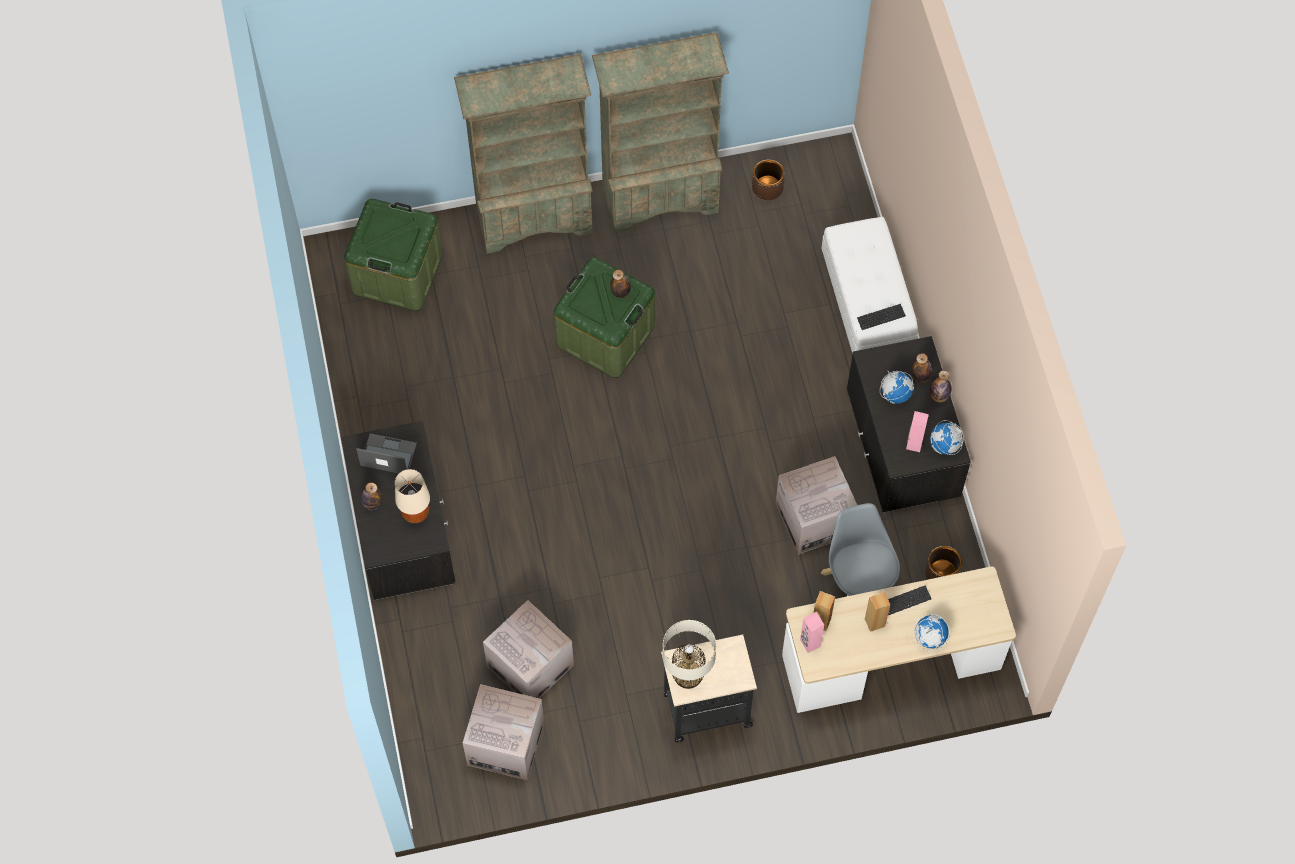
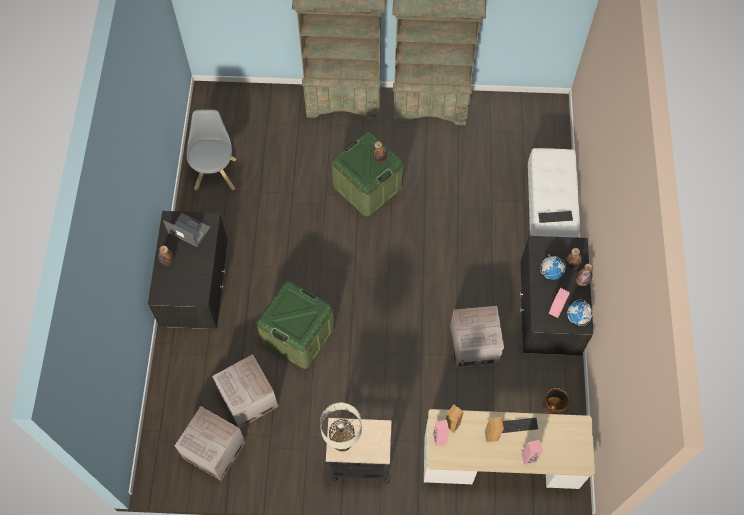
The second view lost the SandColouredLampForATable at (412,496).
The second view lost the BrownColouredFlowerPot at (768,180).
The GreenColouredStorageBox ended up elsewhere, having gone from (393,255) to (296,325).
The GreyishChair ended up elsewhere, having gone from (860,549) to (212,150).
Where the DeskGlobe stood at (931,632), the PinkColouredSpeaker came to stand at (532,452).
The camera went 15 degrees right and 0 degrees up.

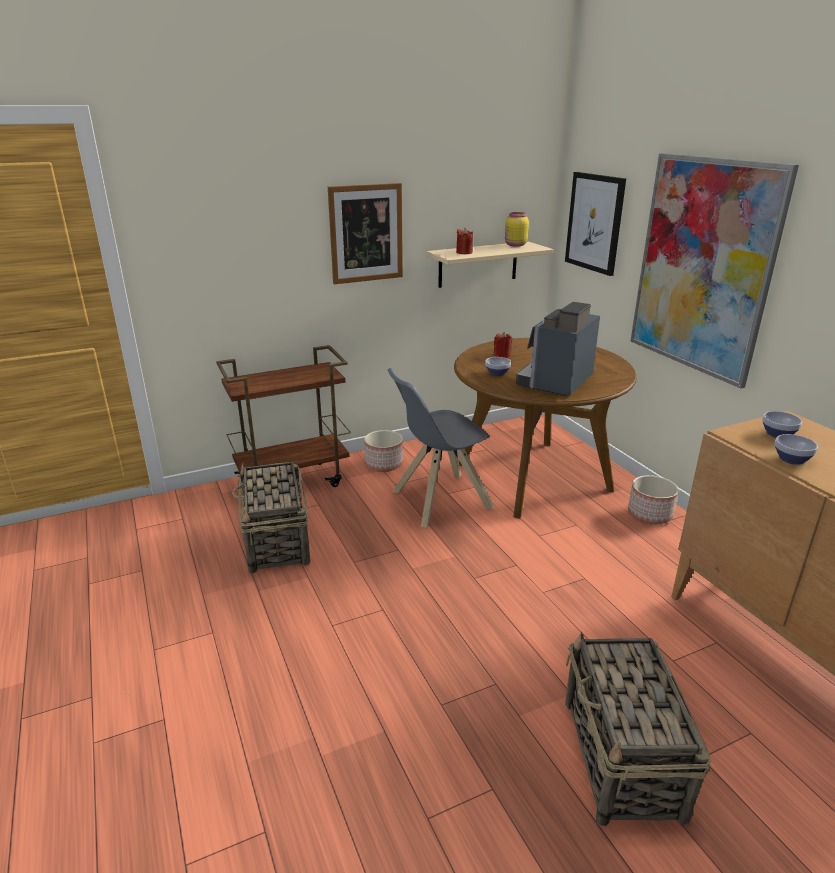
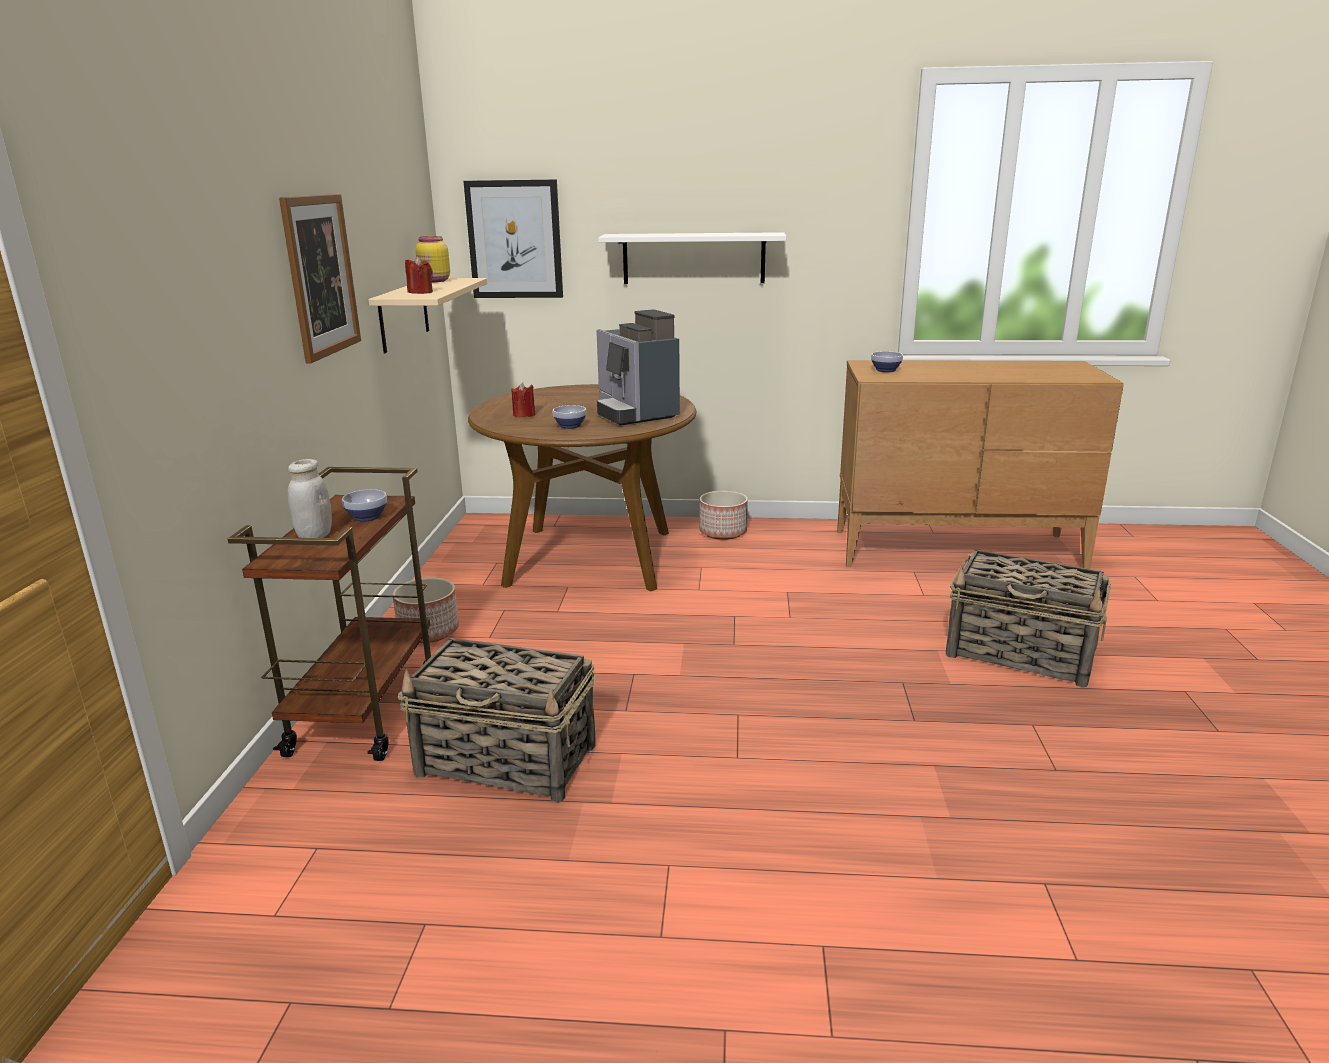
The second view lost the GreyishChair at (441,448).
The second view gained the WhitishStorageJar at (310,498).
The DeepDish ended up elsewhere, having gone from (796,449) to (364,505).
Where the WallArt hung at (715,270), the WhitishShelf came to hang at (692,258).
The camera went 60 degrees left and 5 degrees down.

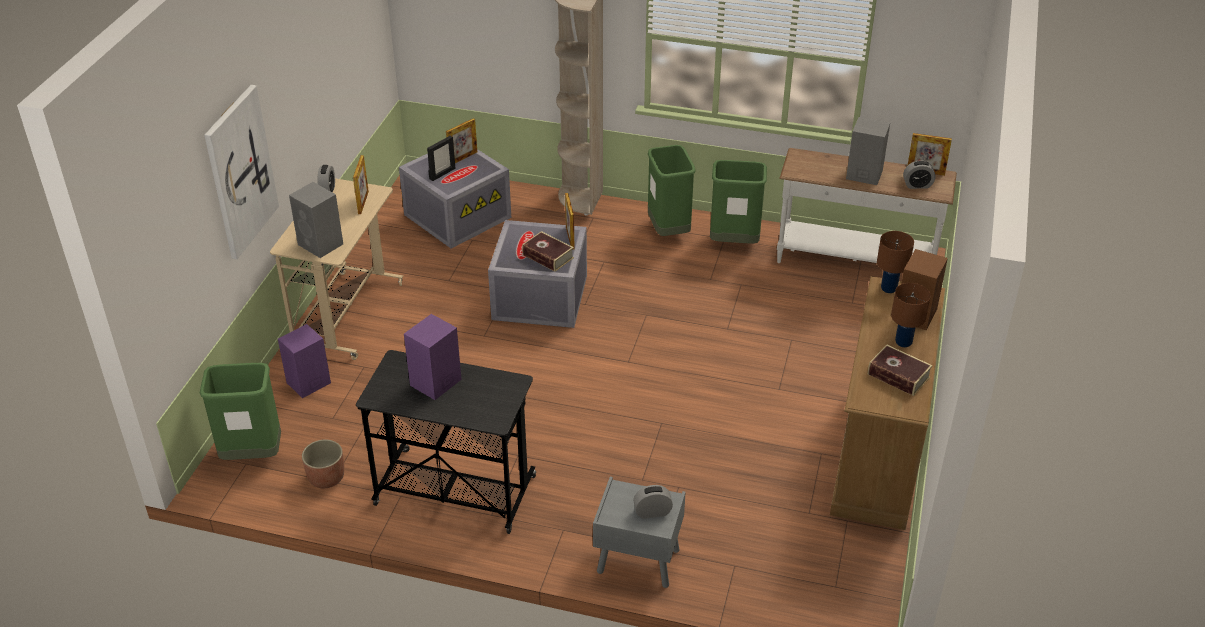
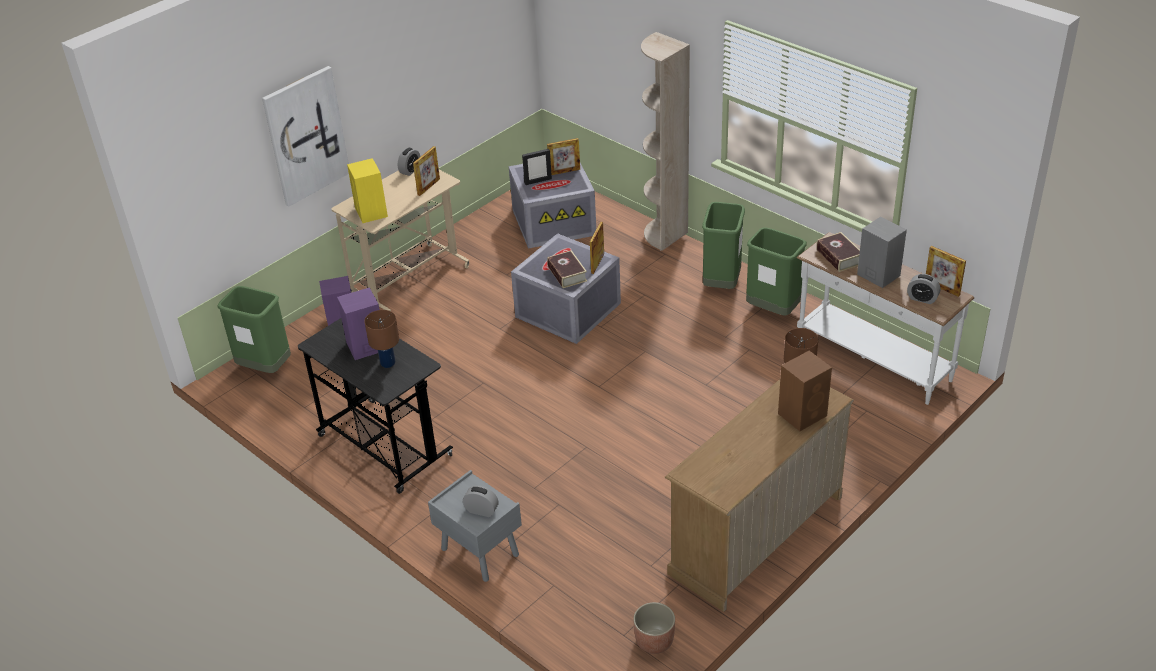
The FlowerPot ended up elsewhere, having gone from (323,463) to (654,628).
The BoundBook ended up elsewhere, having gone from (900,370) to (838,252).
The BrownColouredLampForATable ended up elsewhere, having gone from (911,315) to (381,339).
What was the GreyishSpeaker at (316,220) turned into the YellowSpeaker at (367,190).
The camera went 30 degrees right and 0 degrees up.

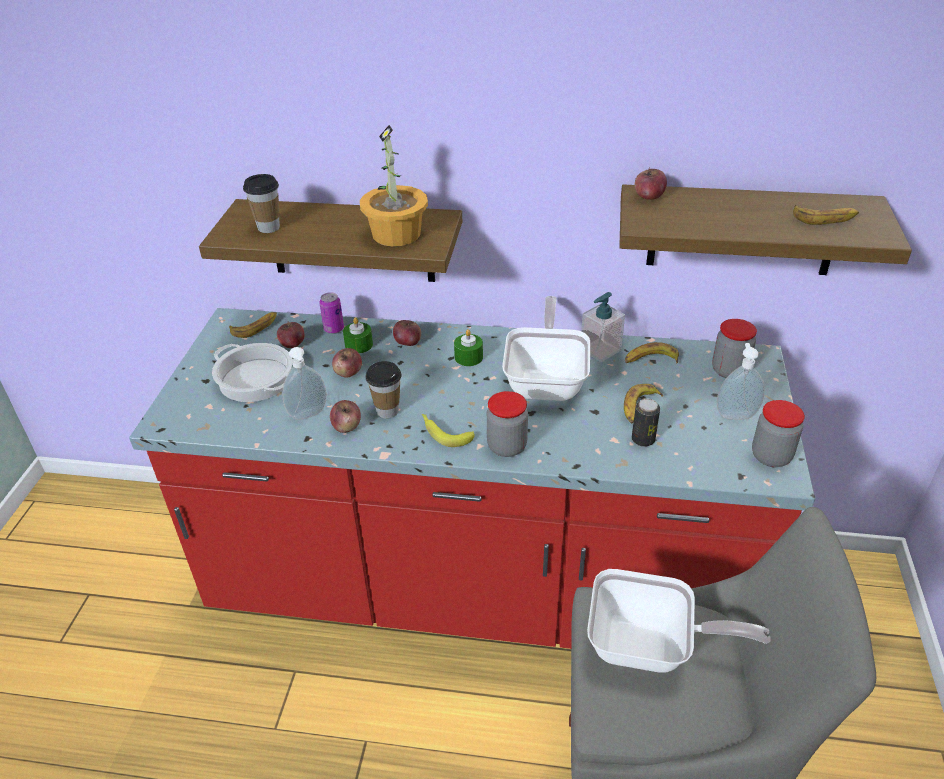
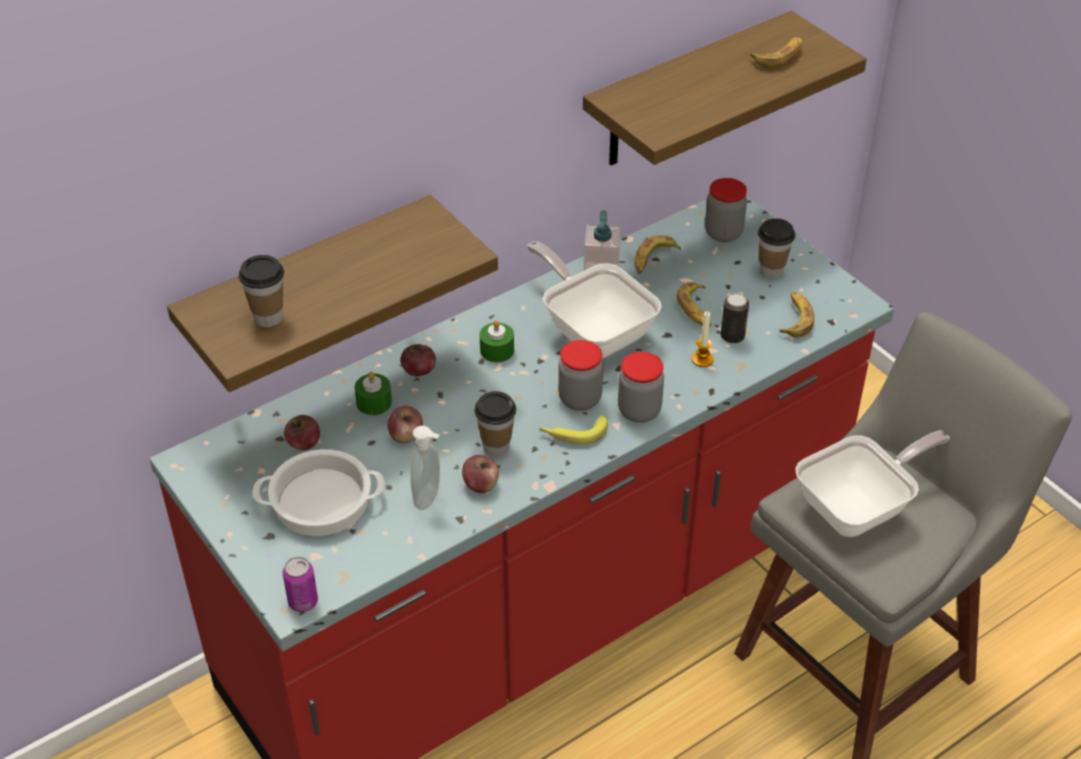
The second view lost the PlantInAPot at (394,186).
The second view lost the WholeApple at (651,183).
The second view gained the Candle at (702,339).
The BananaFruit ended up elsewhere, having gone from (253,325) to (796,315).
The MetalCan ended up elsewhere, having gone from (331,313) to (300,584).
The StorageJar ended up elsewhere, having gone from (778,433) to (580,375).
Where the LiquidSoapBottle stood at (741,381), the Cup came to stand at (776,248).
The camera went 45 degrees left and 5 degrees up.

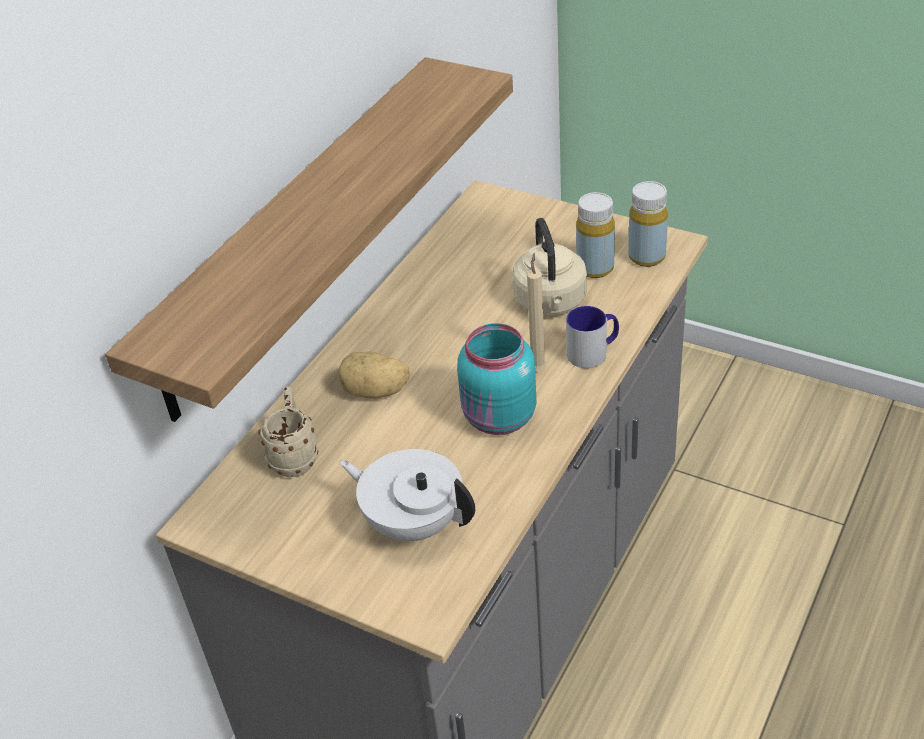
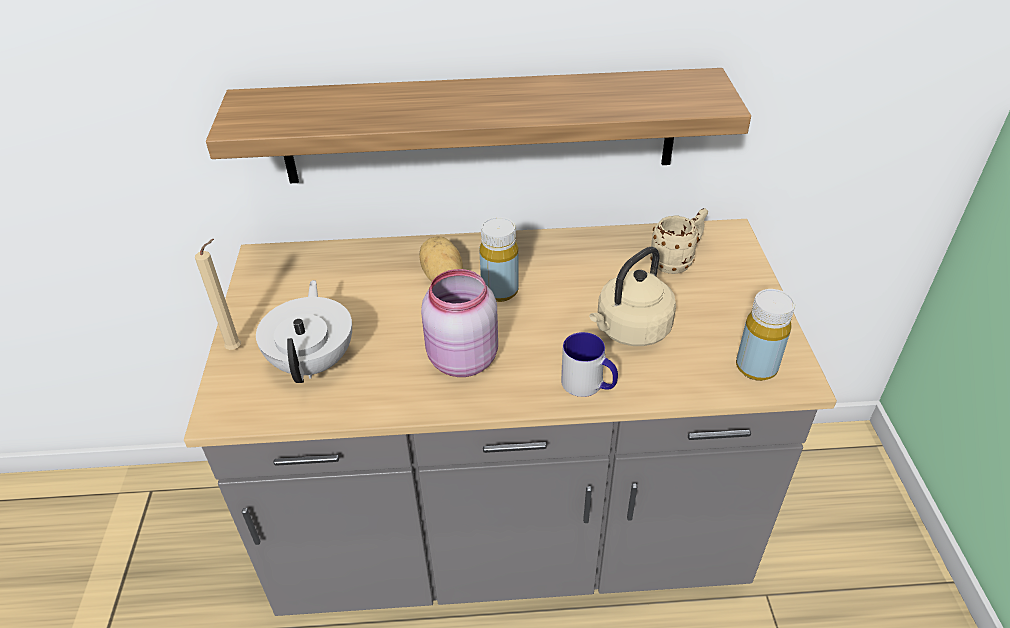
The SandColouredCoffeeMug ended up elsewhere, having gone from (288,432) to (679,241).
The SandColouredCandle ended up elsewhere, having gone from (536,312) to (218,294).
The YellowDrinkBottle ended up elsewhere, having gone from (595,235) to (499,259).
What was the TurquoiseStorageJar at (496,379) turned into the PinkColouredStorageJar at (459,323).
The camera went 55 degrees right and 0 degrees up.

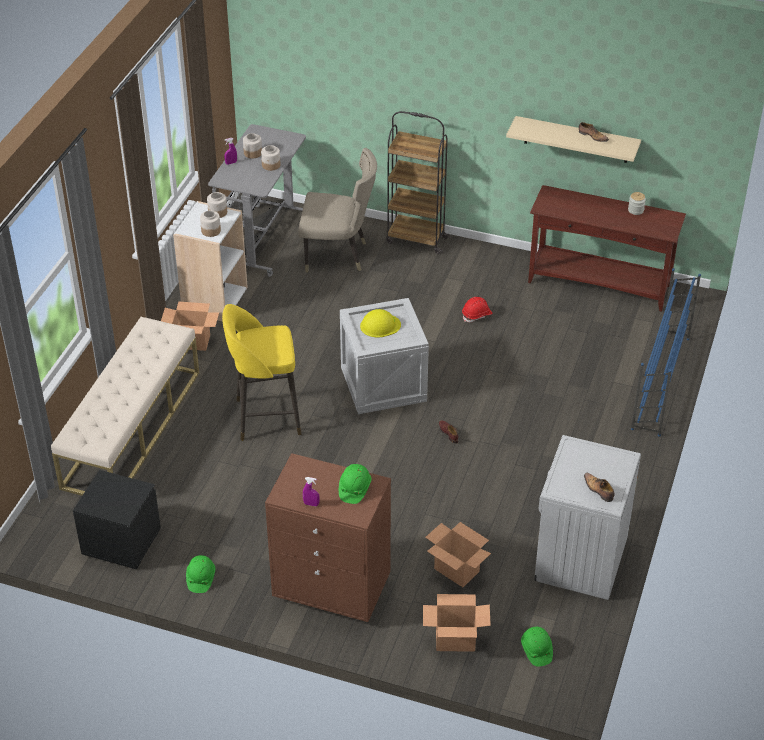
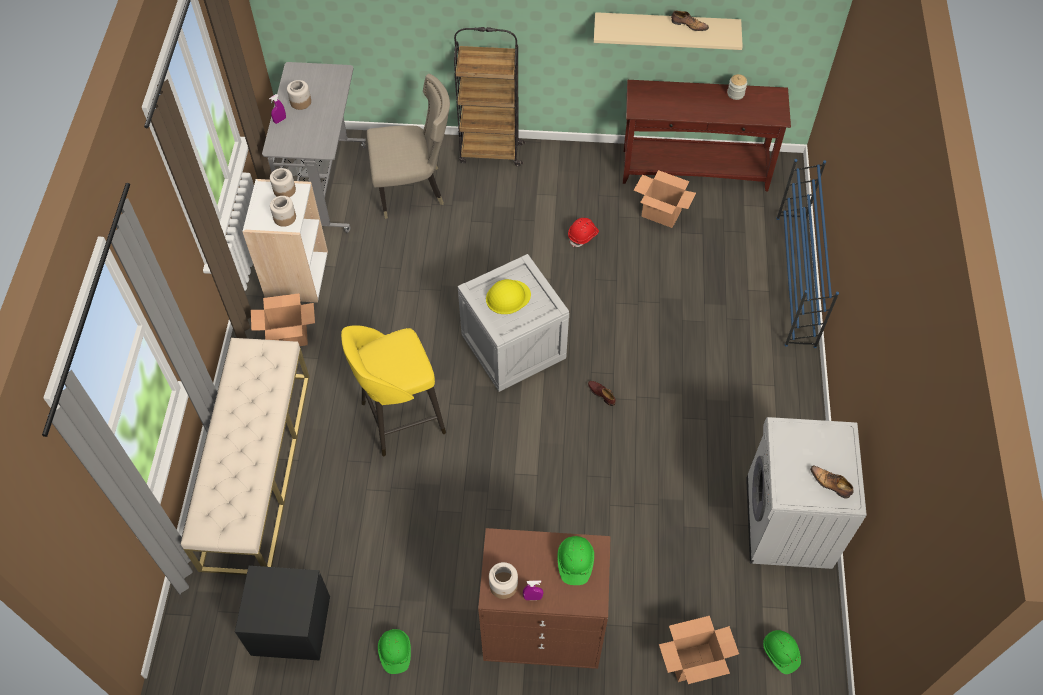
The StorageJar ended up elsewhere, having gone from (270,158) to (503,580).
The CardboardBox ended up elsewhere, having gone from (458,554) to (665,199).
The camera went 15 degrees left and 15 degrees up.

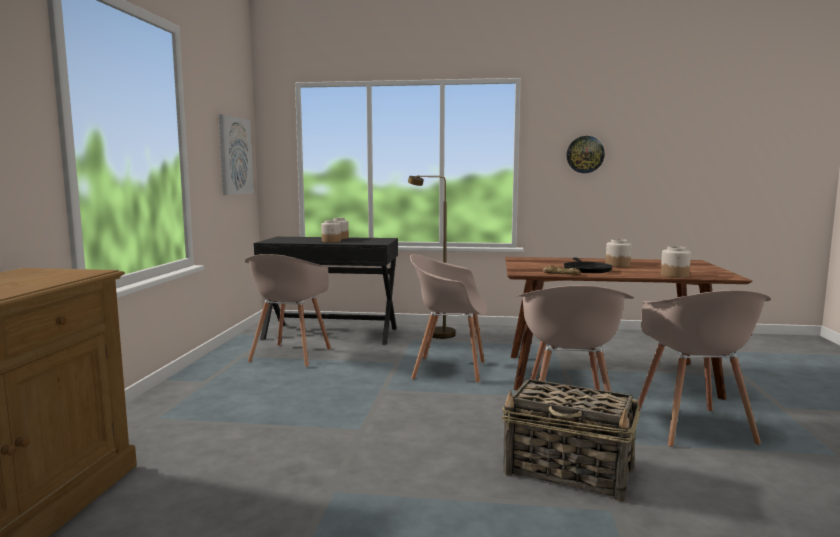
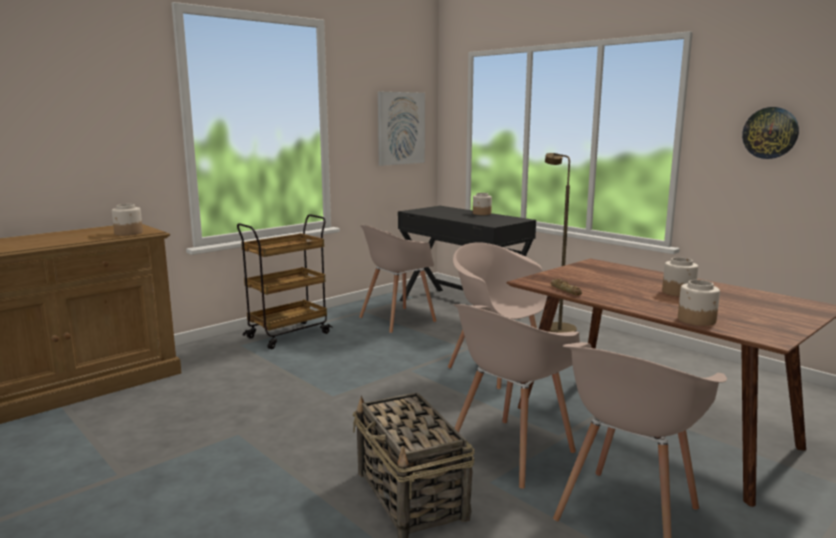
The second view lost the BlackColouredSkillet at (588,265).
The second view gained the BrownColouredTrolley at (285,281).
The StorageJar ended up elsewhere, having gone from (331,231) to (127,220).
The camera went 40 degrees right and 5 degrees up.

